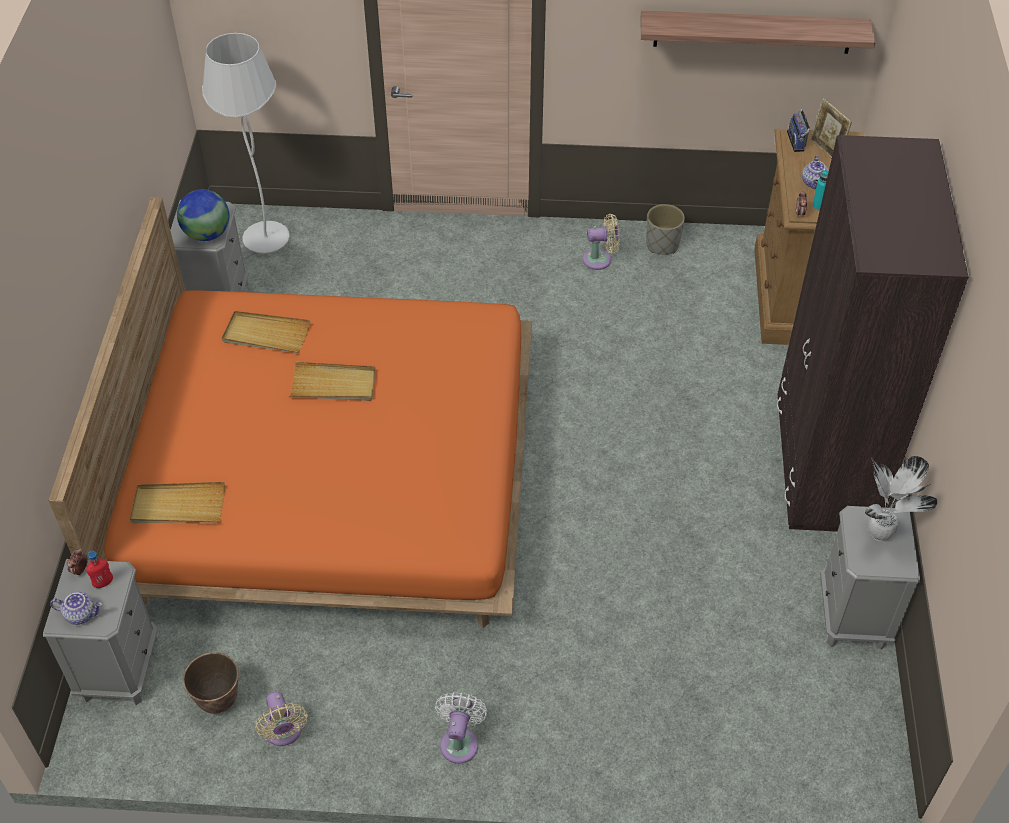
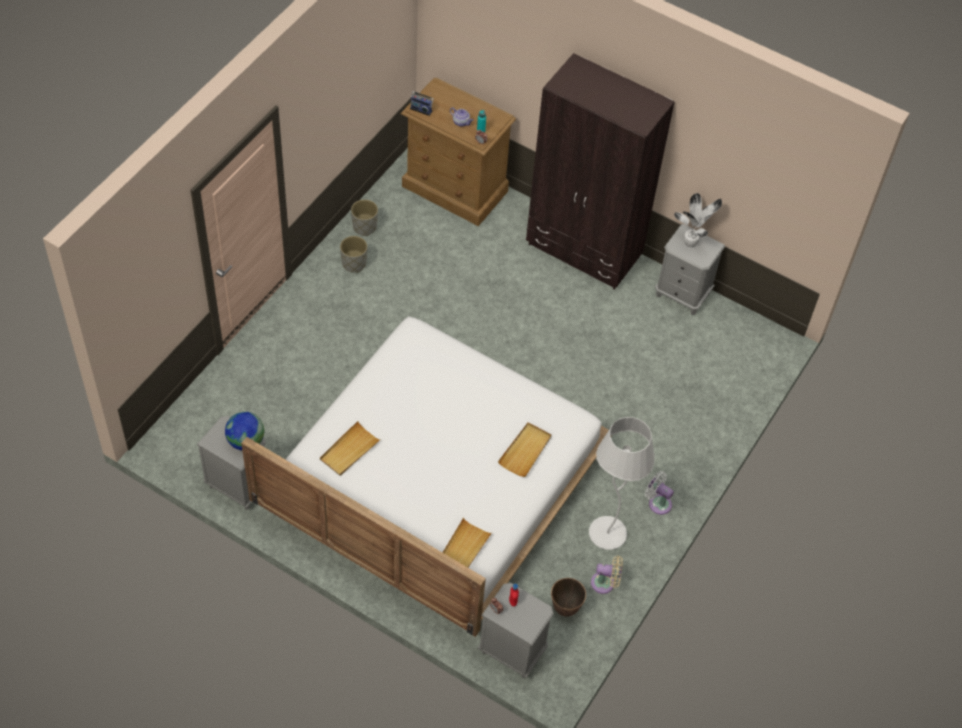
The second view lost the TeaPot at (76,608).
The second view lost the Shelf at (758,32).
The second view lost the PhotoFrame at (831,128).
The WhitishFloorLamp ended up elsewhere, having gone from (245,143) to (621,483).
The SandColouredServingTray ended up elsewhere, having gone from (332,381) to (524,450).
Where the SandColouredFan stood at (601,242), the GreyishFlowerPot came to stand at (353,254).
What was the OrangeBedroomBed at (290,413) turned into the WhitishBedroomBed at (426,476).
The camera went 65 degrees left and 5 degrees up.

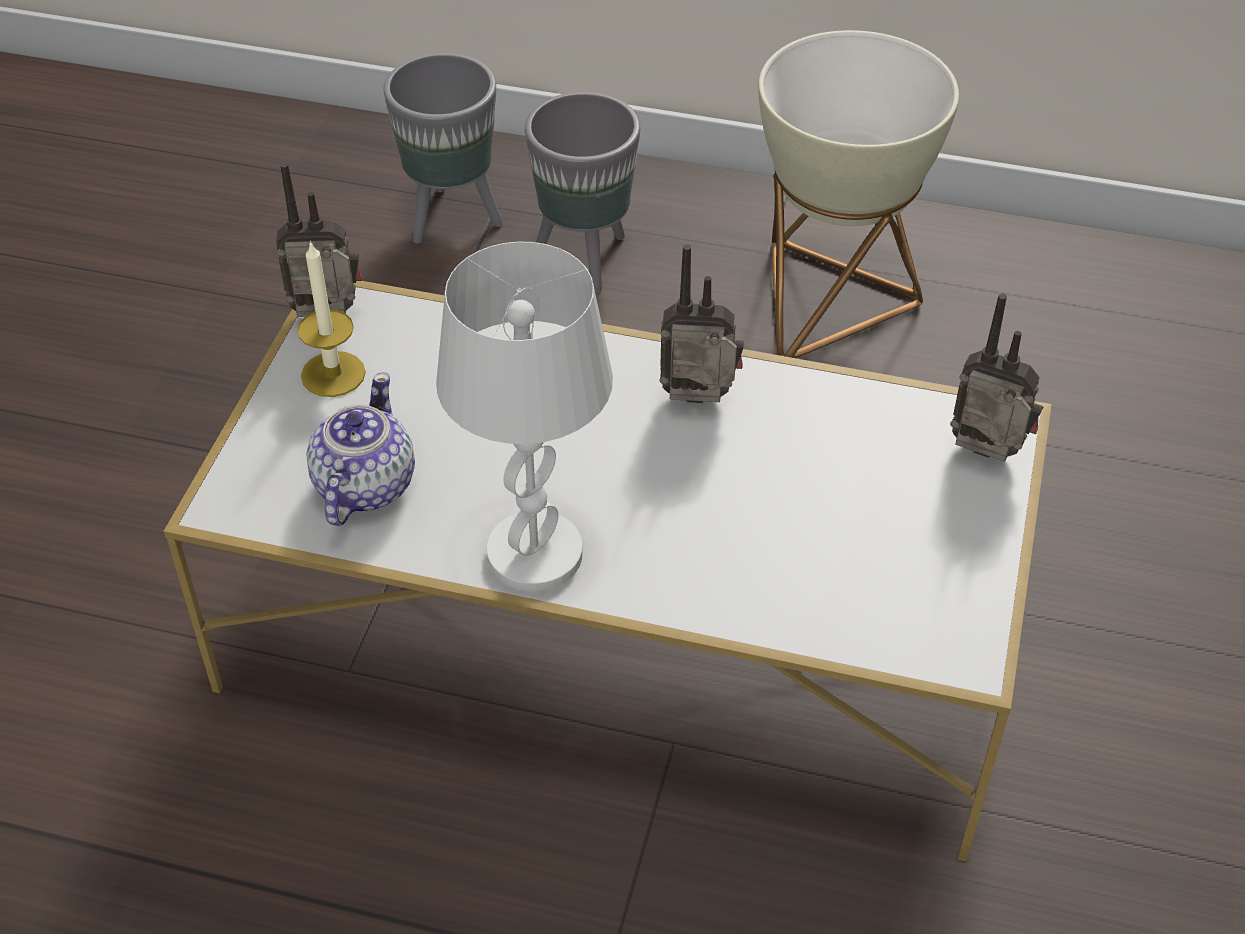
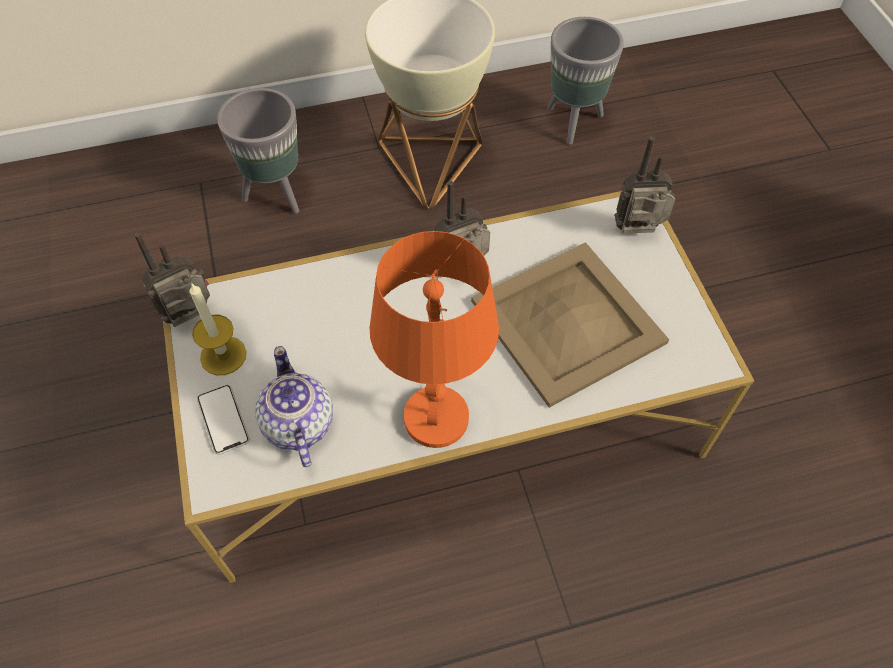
The second view gained the Phone at (223,420).
The second view gained the SandColouredServingTray at (570,325).
The GreyishFlowerPot ended up elsewhere, having gone from (443,148) to (585,81).
What was the WhitishLampForATable at (524,417) turned into the OrangeLampForATable at (434,339).
The camera went 30 degrees left and 10 degrees up.

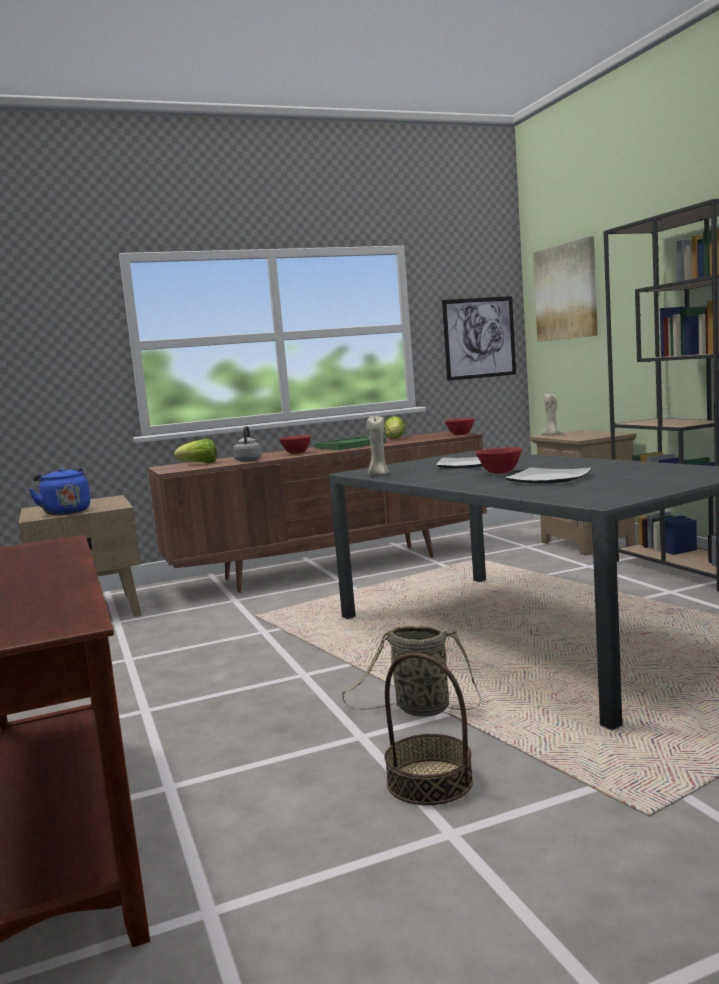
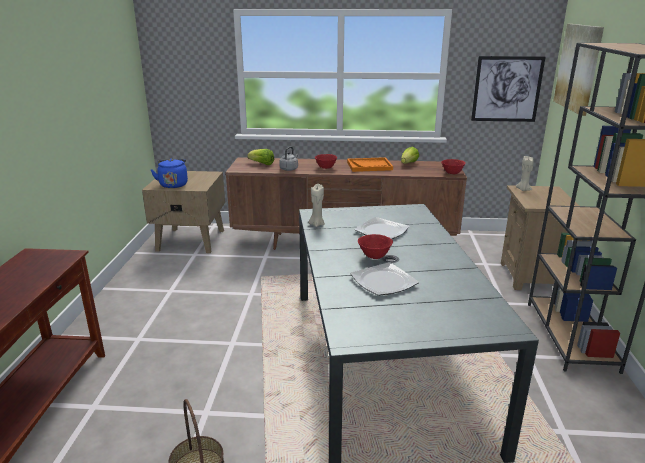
The second view lost the HouseholdBasket at (411,671).
What was the GreenColouredServingTray at (350,443) turned into the OrangeServingTray at (370,164).
The camera went 25 degrees right and 15 degrees up.

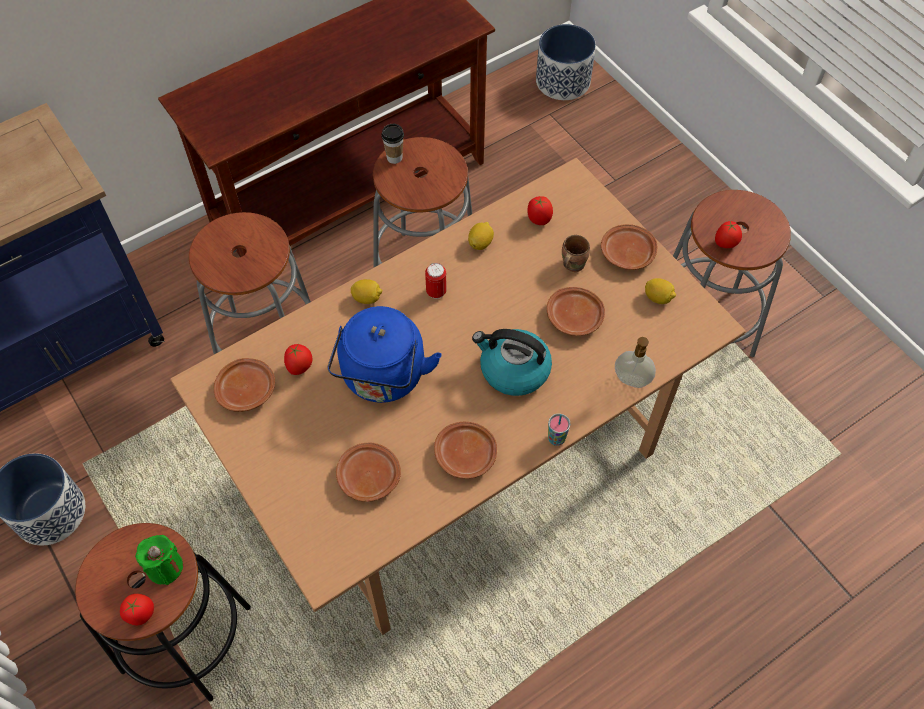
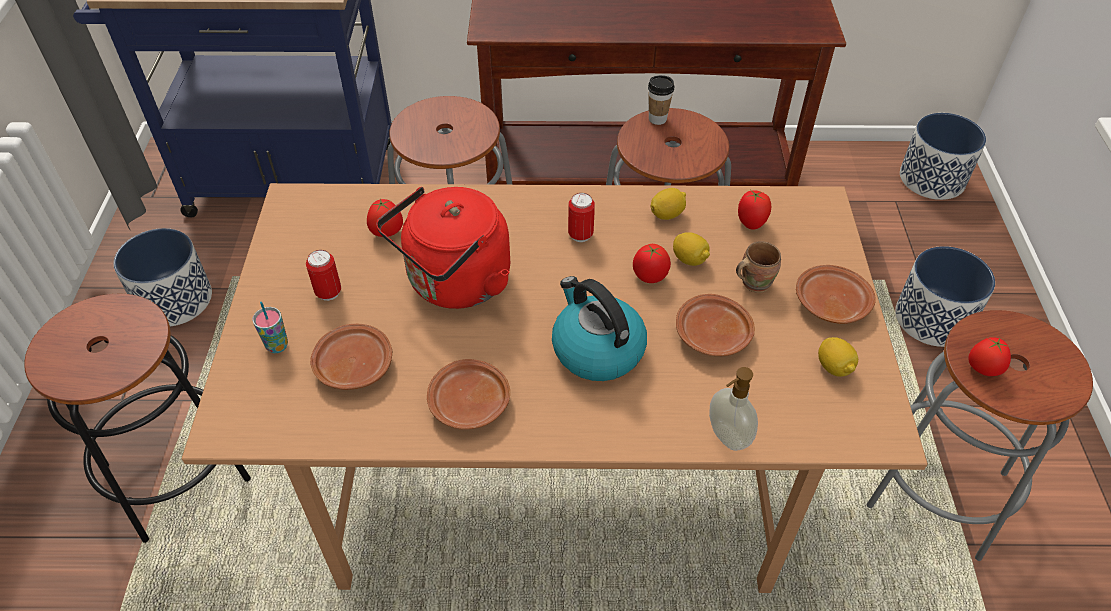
The second view lost the GreenColouredCandle at (159,560).
The second view lost the BrownColouredDinnerPlate at (244,385).
The second view gained the MetalCan at (323,275).
The second view gained the FlowerPot at (945,296).
The WholeTomato ended up elsewhere, having gone from (137,609) to (652,263).
The CitrusFruit ended up elsewhere, having gone from (366,291) to (691,249).
The Cup ended up elsewhere, having gone from (559,430) to (270,327).
What was the BlueWaterKettle at (384,354) turned into the RedColouredWaterKettle at (443,248).
The camera went 35 degrees right and 10 degrees down.

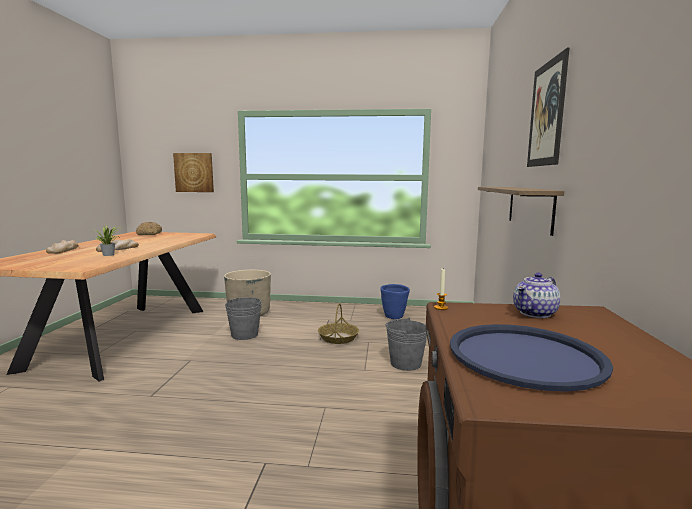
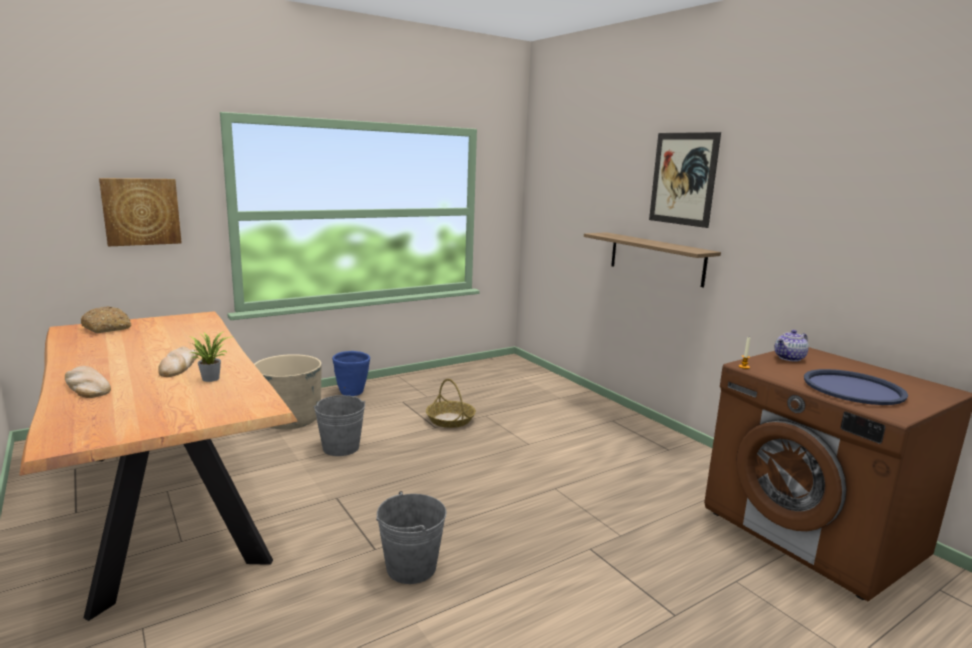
The BlueFlowerPot ended up elsewhere, having gone from (395,301) to (351,373).
The GreyishBucket ended up elsewhere, having gone from (406,344) to (411,537).
The TeaPot at (537,295) ended up facing another way, 45 degrees clockwise from before.
The camera went 40 degrees left and 5 degrees up.

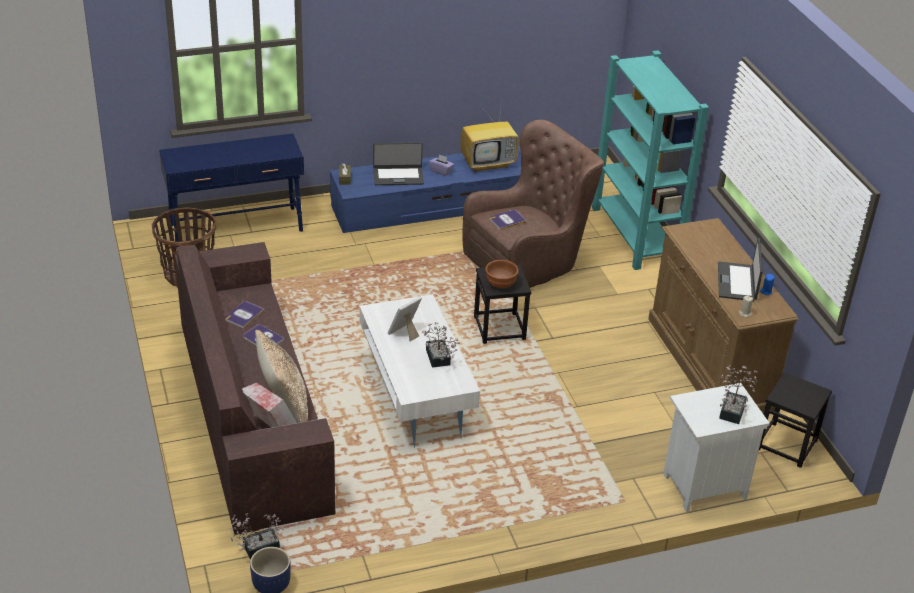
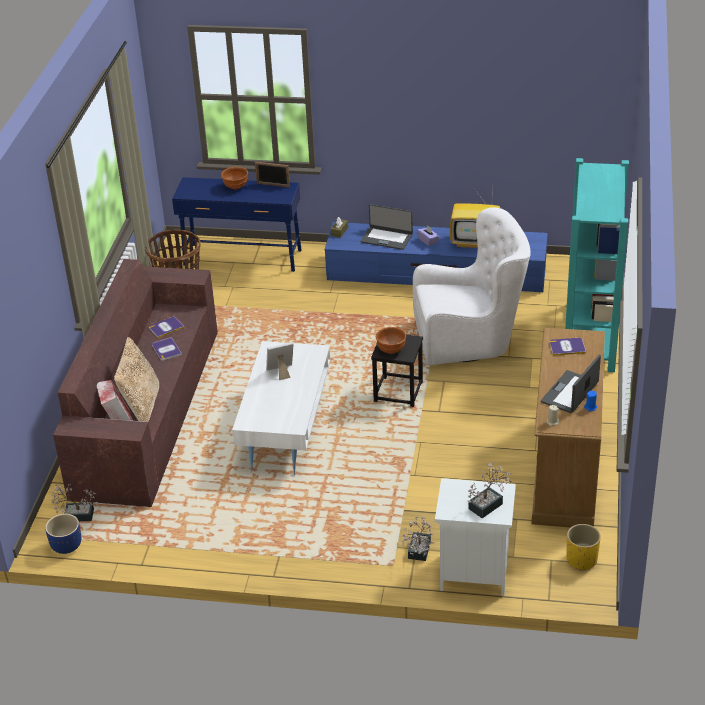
The second view gained the BrownColouredDeepDish at (234,178).
The second view gained the PhotoFrame at (272,175).
The PlantInAPot ended up elsewhere, having gone from (441,345) to (418,539).
The BoundBook ended up elsewhere, having gone from (508,220) to (568,347).
Where the BlackColouredStoolSeat stood at (795,420), the YellowFlowerPot came to stand at (583,547).
What was the BrownColouredArmchair at (533,204) turned into the WhitishArmchair at (472,286).
The camera went 30 degrees right and 0 degrees up.

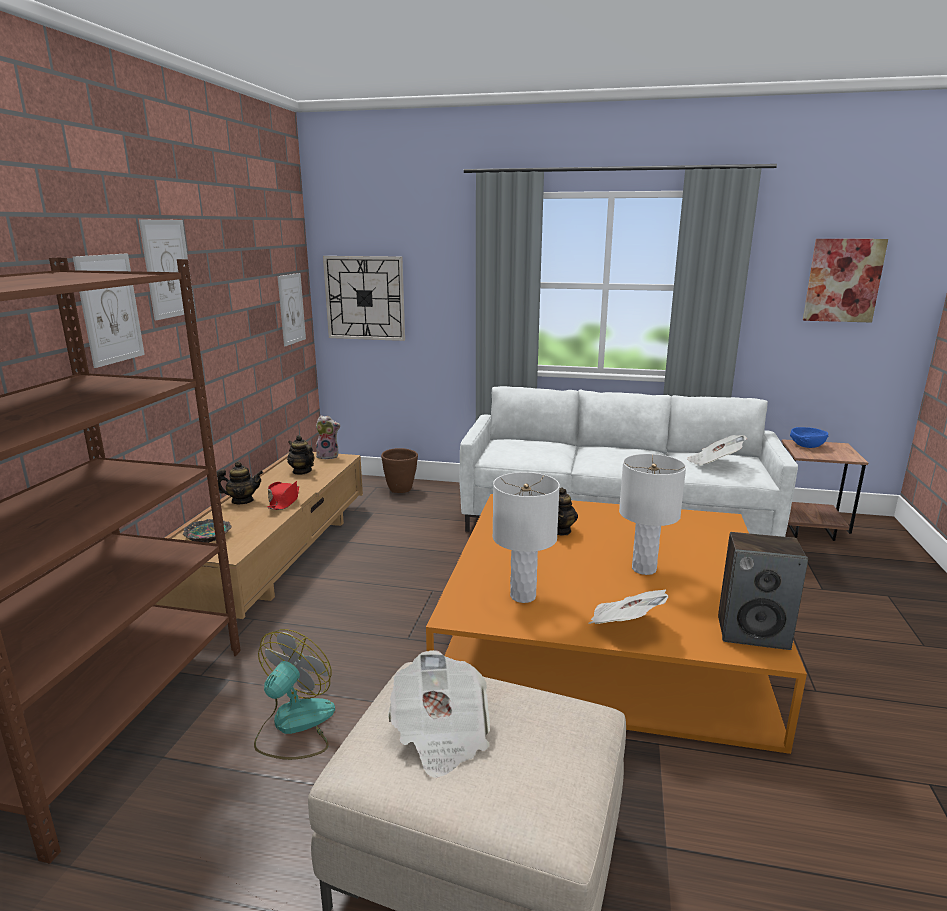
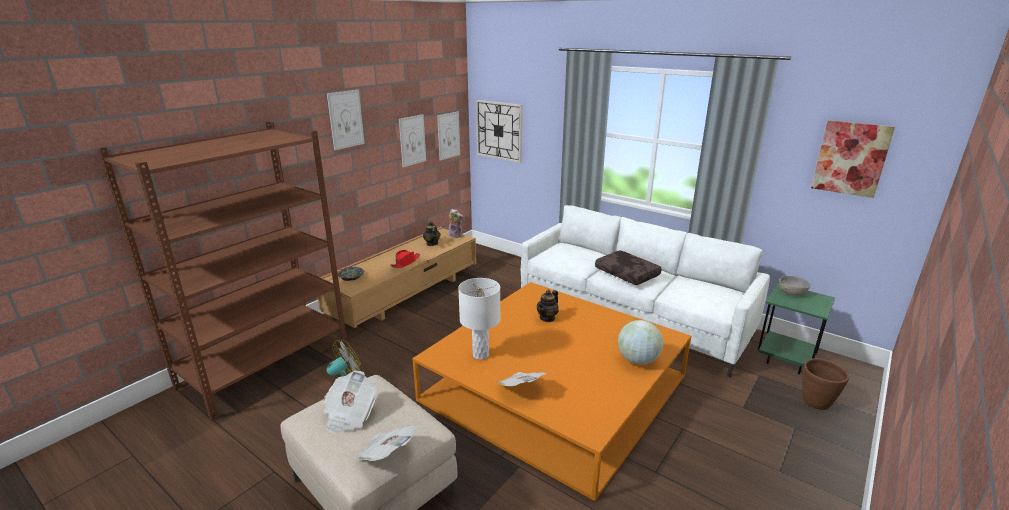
The second view lost the TeaPot at (240,482).
The second view lost the WhitishLampForATable at (652,514).
The second view lost the Speaker at (763,591).
The second view gained the BrownColouredPillow at (628,267).
The second view gained the DeskGlobe at (640,342).
The WallArt ended up elsewhere, having gone from (109,310) to (412,140).
The BrownColouredFlowerPot ended up elsewhere, having gone from (399,470) to (825,384).
The PrintedPaper ended up elsewhere, having gone from (717,450) to (387,443).
What was the BrownColouredAccentTable at (824,490) turned into the GreenColouredAccentTable at (796,329).
What was the BlueDeepDish at (809,437) turned into the GreyishDeepDish at (794,286).
The camera went 25 degrees right and 5 degrees up.

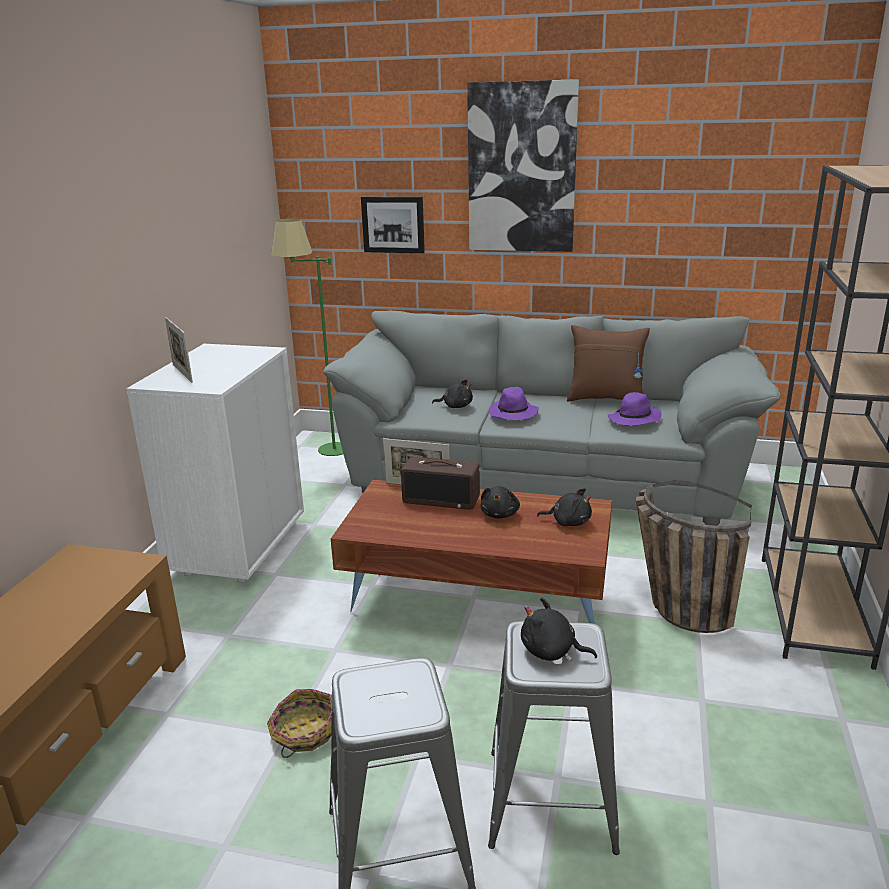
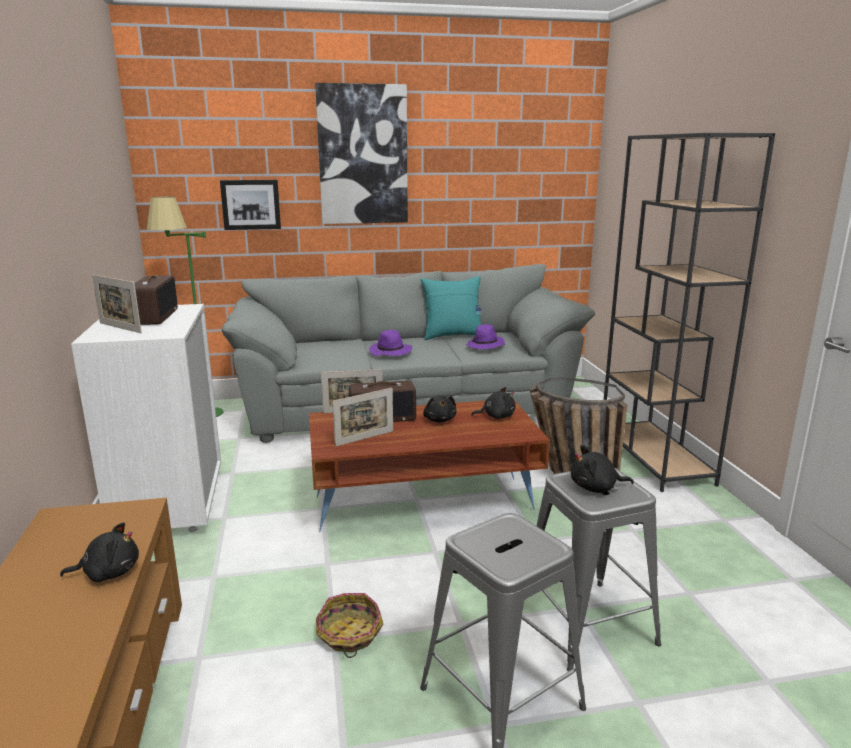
The second view gained the Radio at (156,300).
The second view gained the PhotoFrame at (363,417).
The BlackColouredCuddlyToy ended up elsewhere, having gone from (452,393) to (99,552).
What was the BrownColouredPillow at (608,363) turned into the TurquoisePillow at (451,308).
The camera went 25 degrees left and 5 degrees down.

